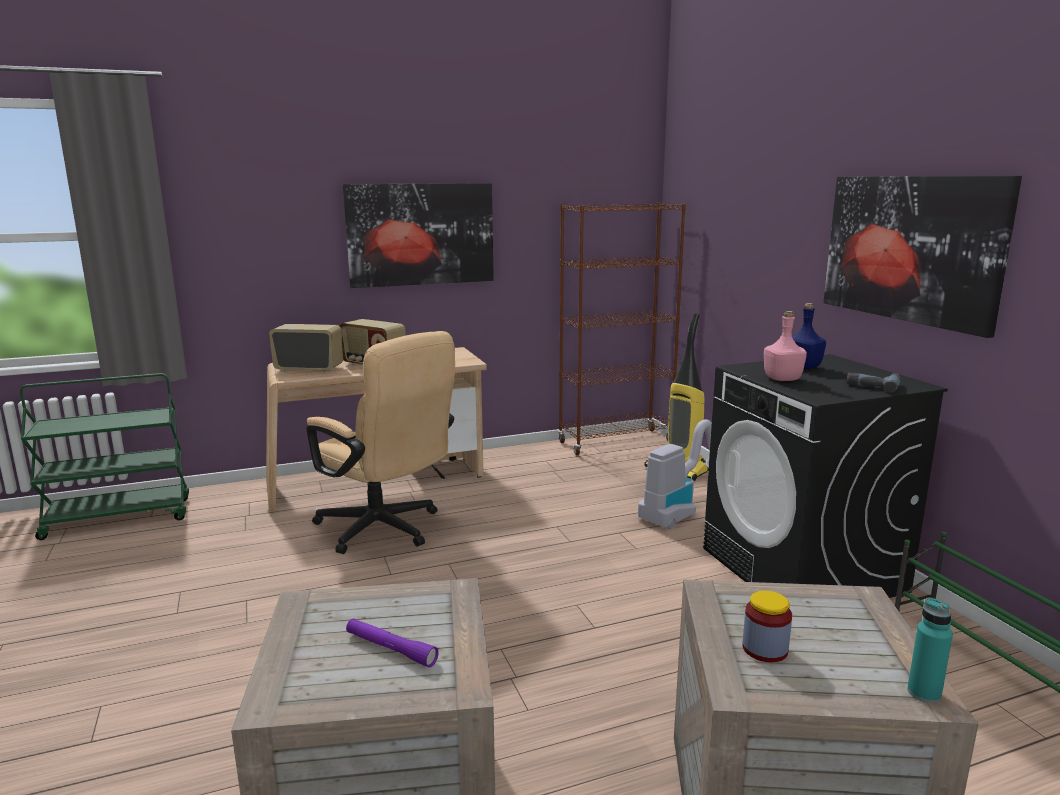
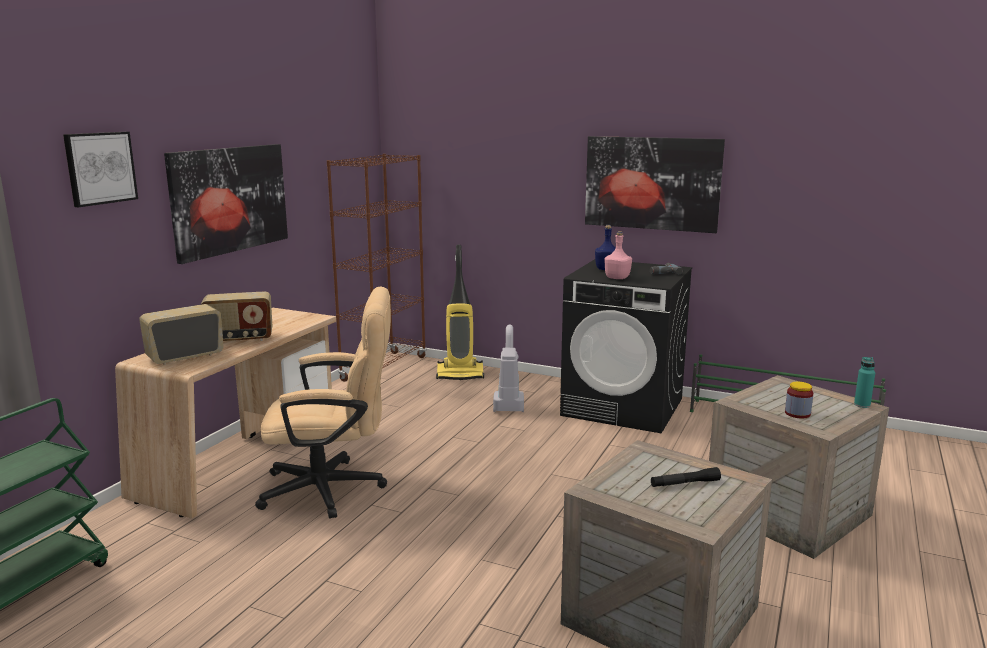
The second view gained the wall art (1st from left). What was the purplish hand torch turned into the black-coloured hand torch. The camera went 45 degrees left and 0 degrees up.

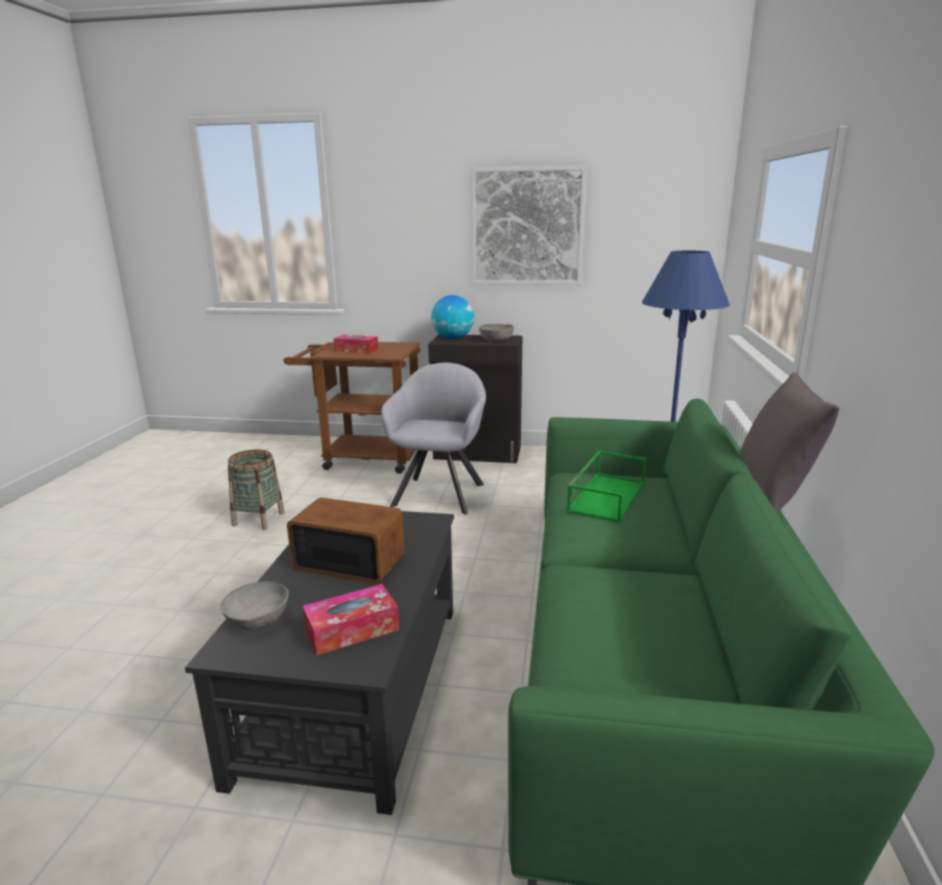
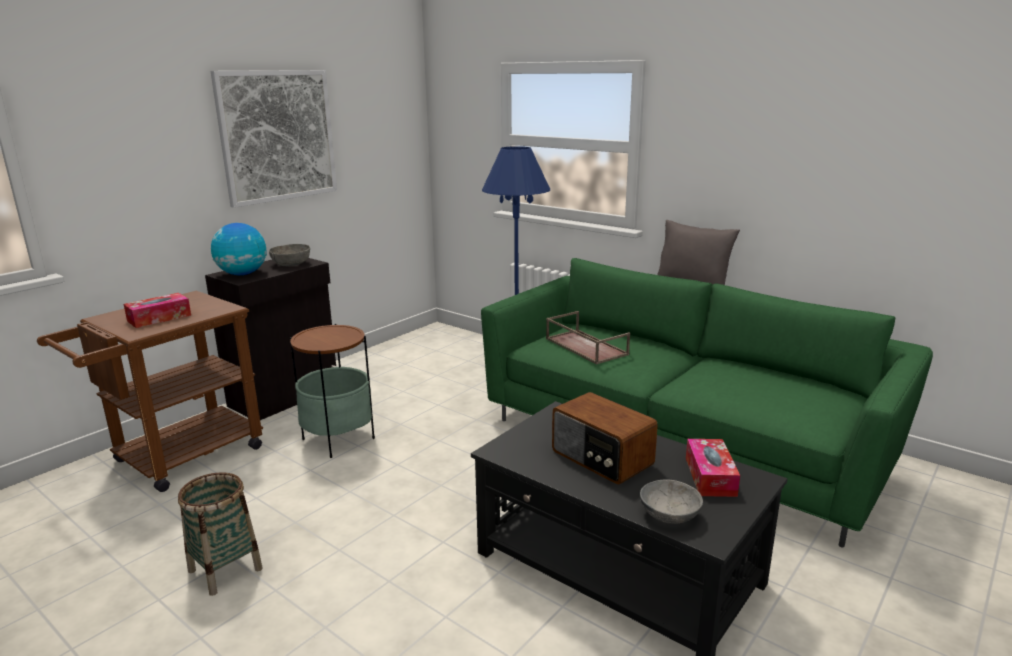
Where the grey lounge chair stood, the side table came to stand. What was the green-coloured serving tray turned into the brown-coloured serving tray. The radio receiver ended up facing another way, 90 degrees counterclockwise from before. The camera went 60 degrees left and 0 degrees up.

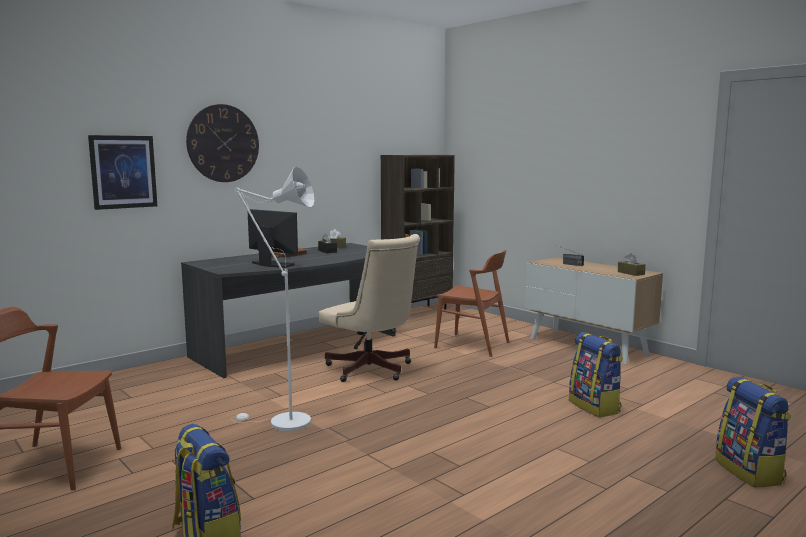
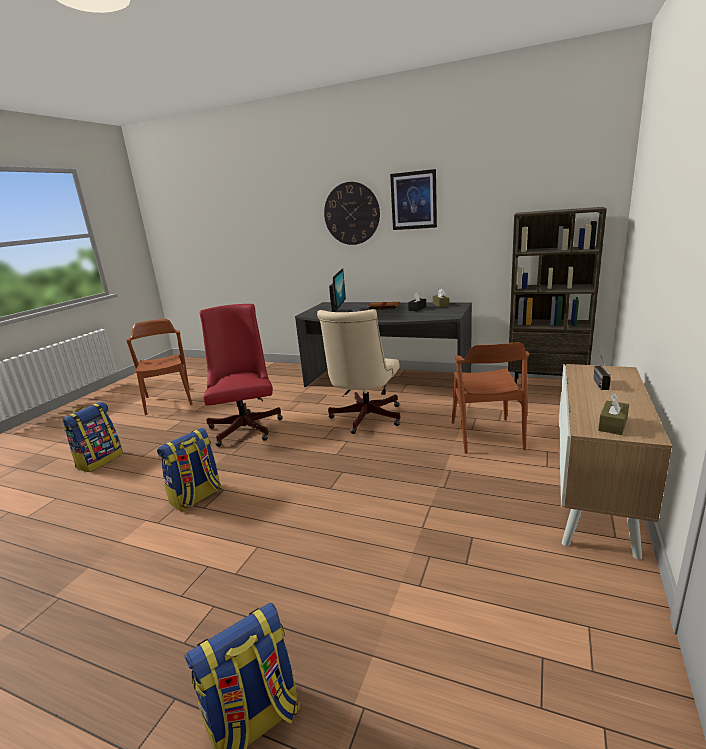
The backpack (2nd from left) ended up elsewhere. Where the white-coloured standard lamp stood, the reddish computer chair came to stand. The wall art ended up elsewhere. The camera went 65 degrees right and 10 degrees up.

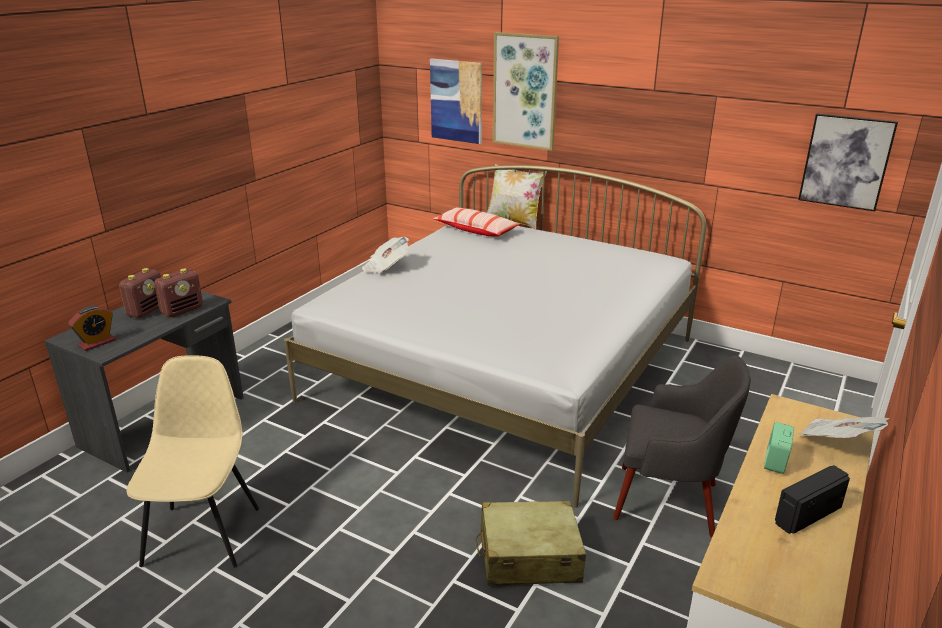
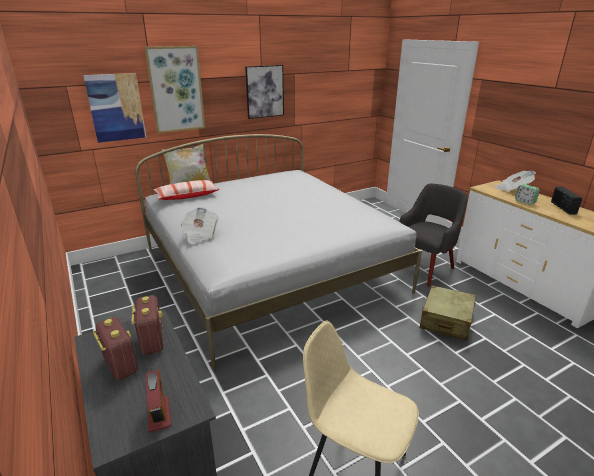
The wall art (3rd from left) ended up elsewhere. The camera went 60 degrees left and 0 degrees up.

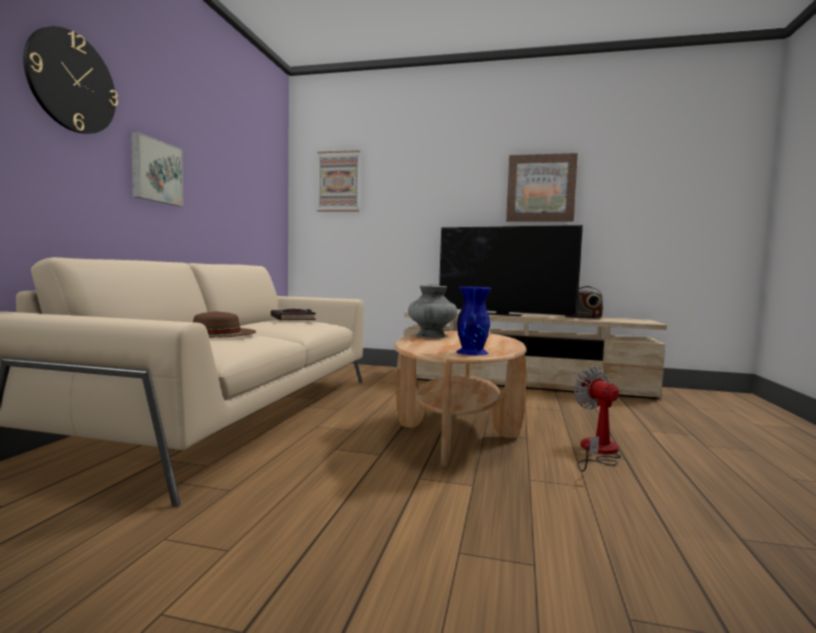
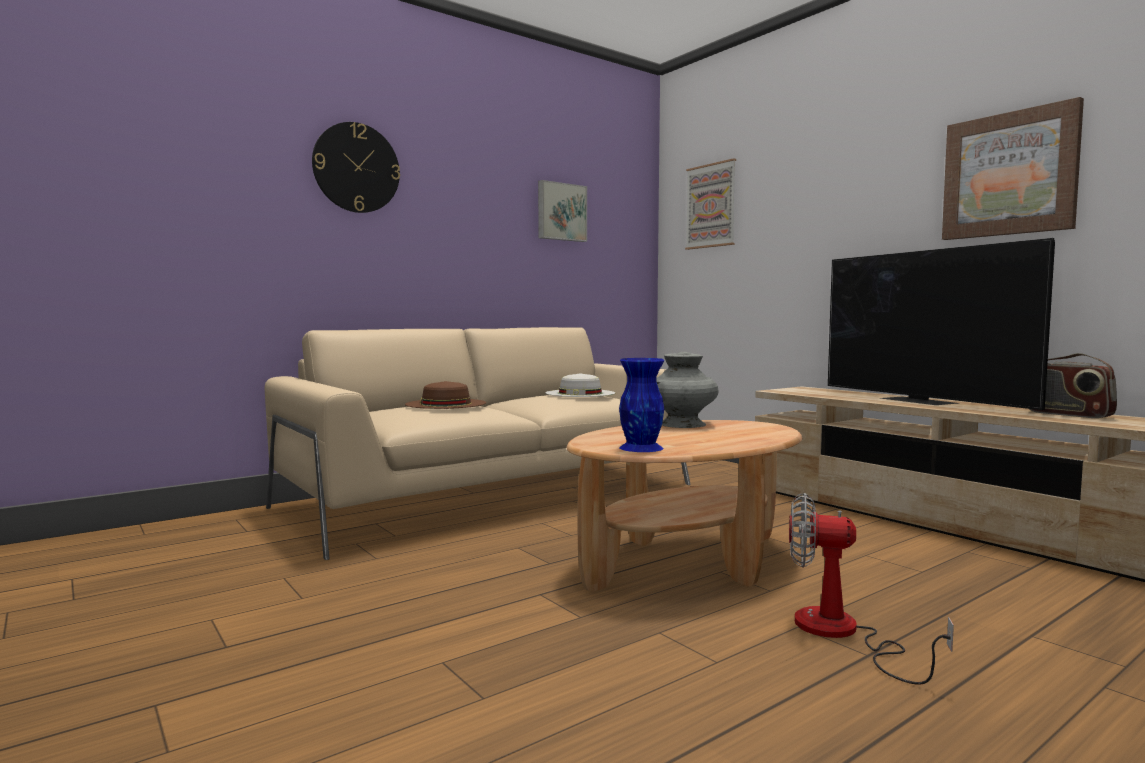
The wall art (1st from left) ended up elsewhere. Where the black-coloured volume stood, the white-coloured wearable hat came to stand. The electric fan ended up facing another way, 90 degrees counterclockwise from before. The camera went 40 degrees right and 0 degrees up.

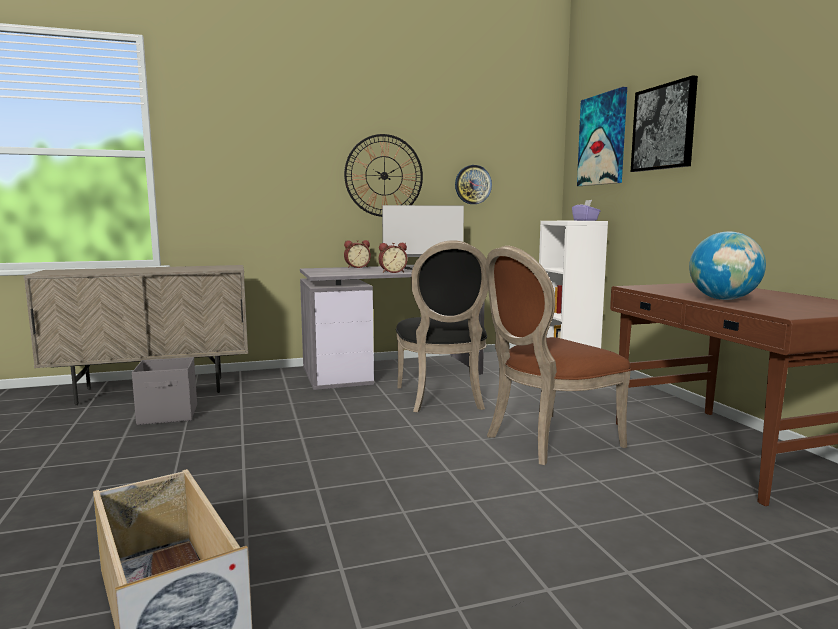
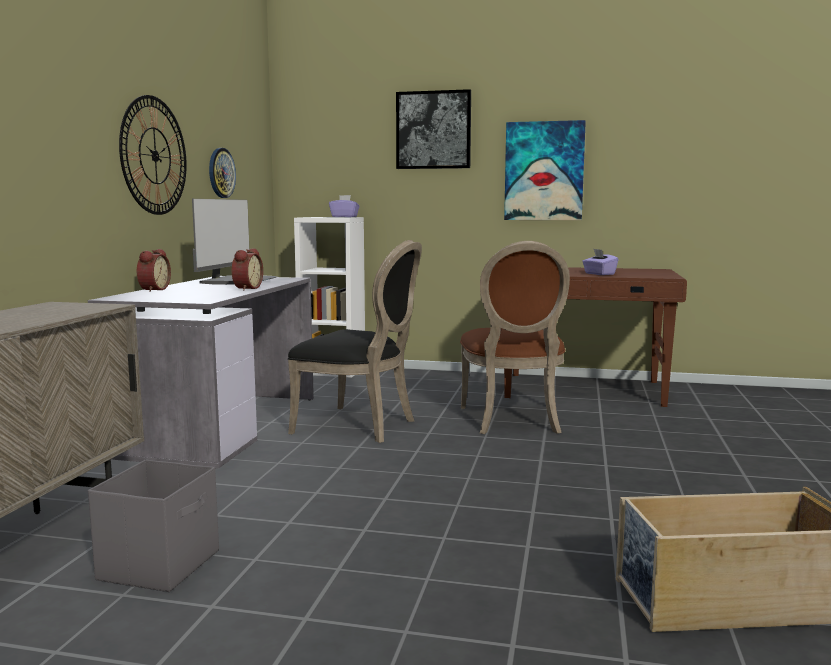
The wall art (1st from left in the first image) ended up elsewhere. Where the globe stood, the purplish tissue holder (2nd from left) came to stand. The camera went 60 degrees left and 0 degrees up.

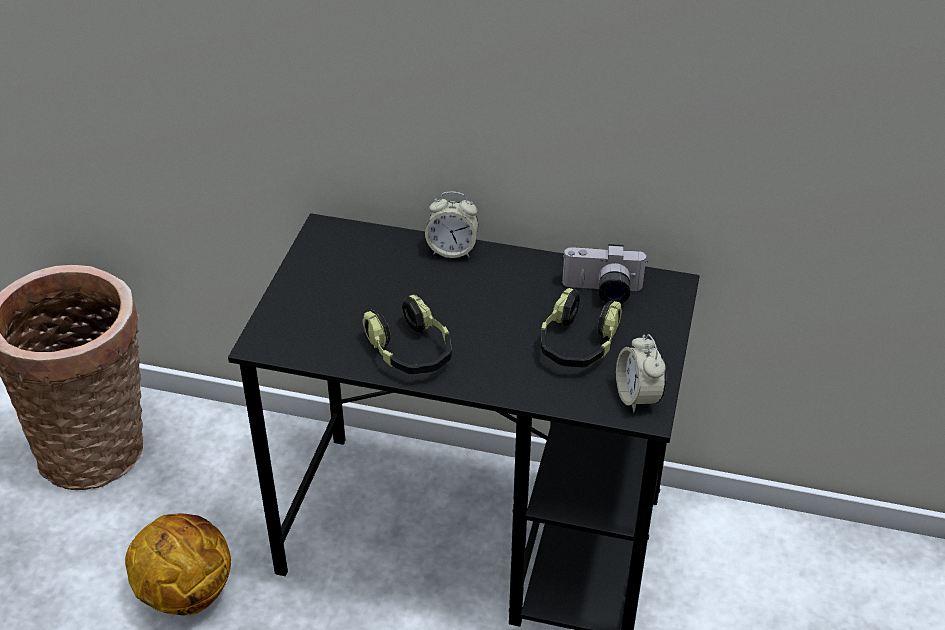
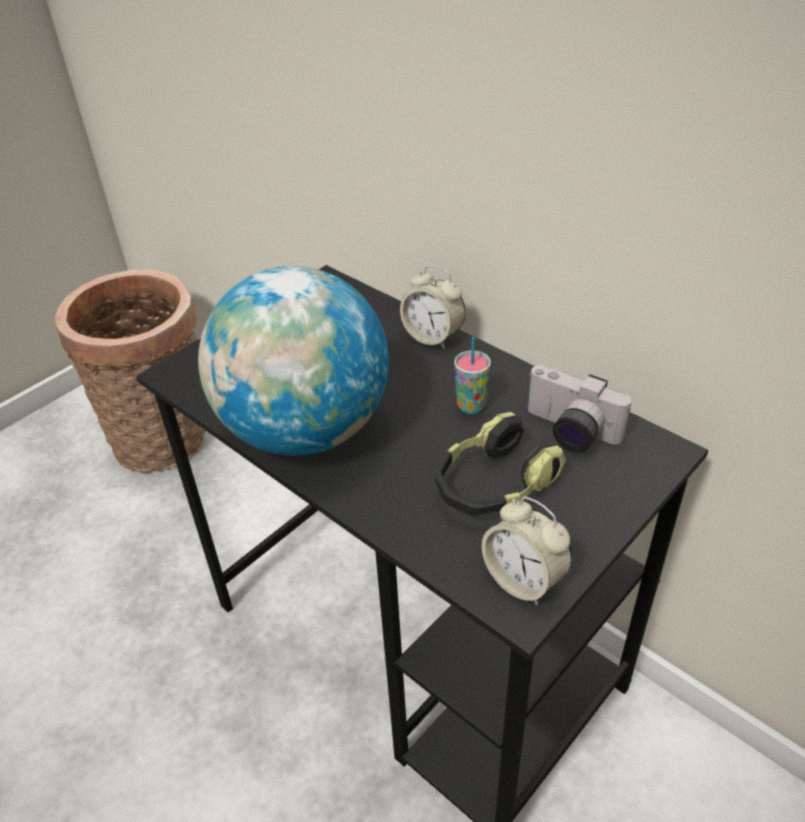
Where the headphones (1st from left) stood, the globe came to stand. The second view gained the cup. The alarm clock (2nd from left) ended up facing another way, 60 degrees counterclockwise from before. The second view lost the ball for basketball. The camera went 30 degrees right and 0 degrees up.

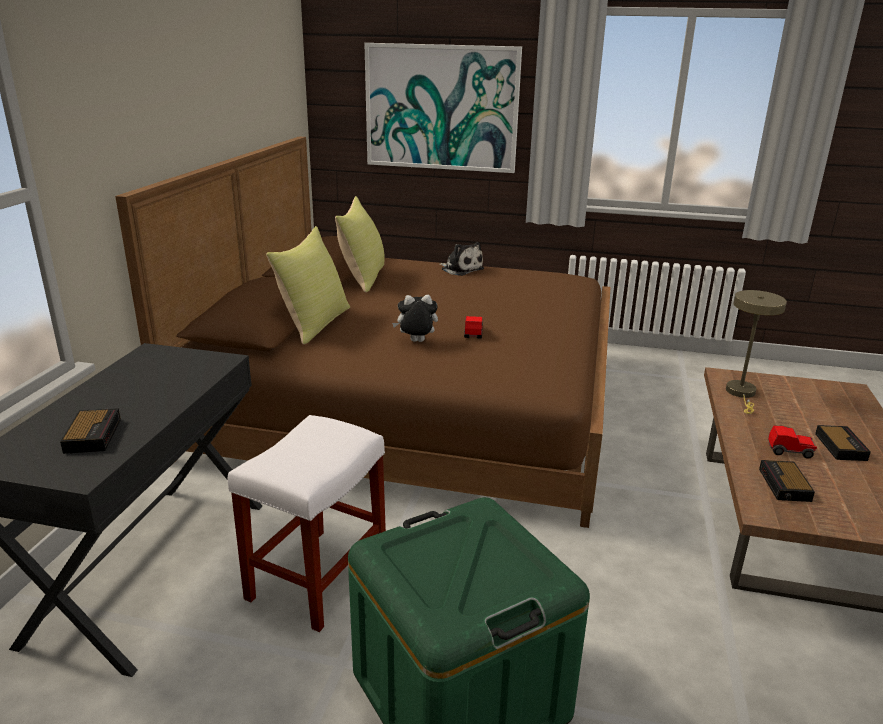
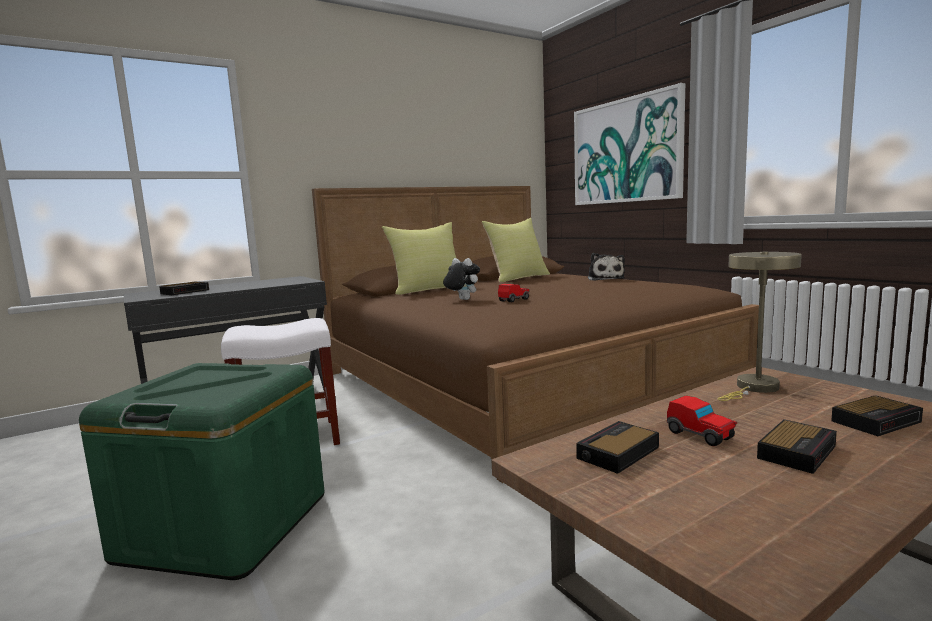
The second view gained the alarm clock (4th from left). The camera went 45 degrees right and 15 degrees down.

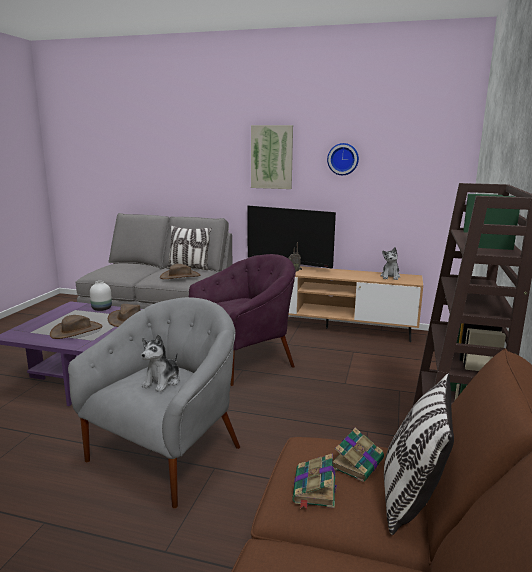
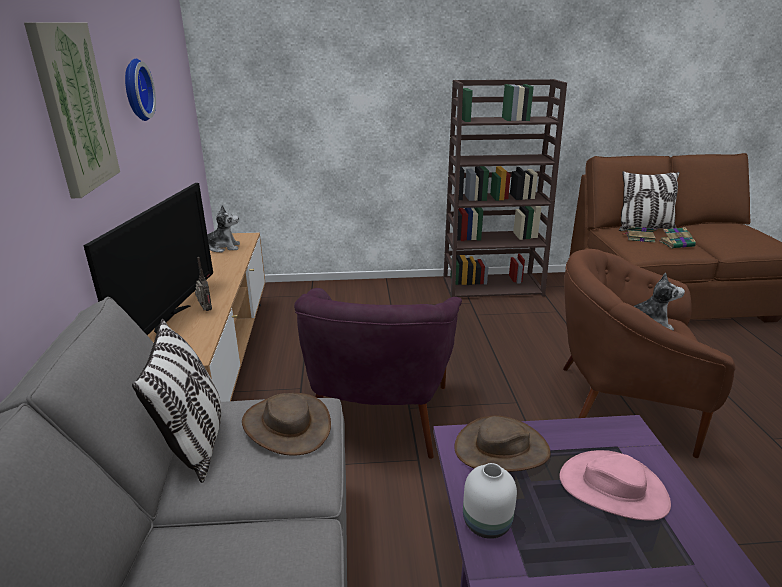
The purplish lounge chair ended up facing another way, 120 degrees counterclockwise from before. What was the brown-coloured wearable hat (1st from left) turned into the pinkish wearable hat. What was the grey lounge chair turned into the brown-coloured lounge chair. The camera went 110 degrees left and 10 degrees up.

